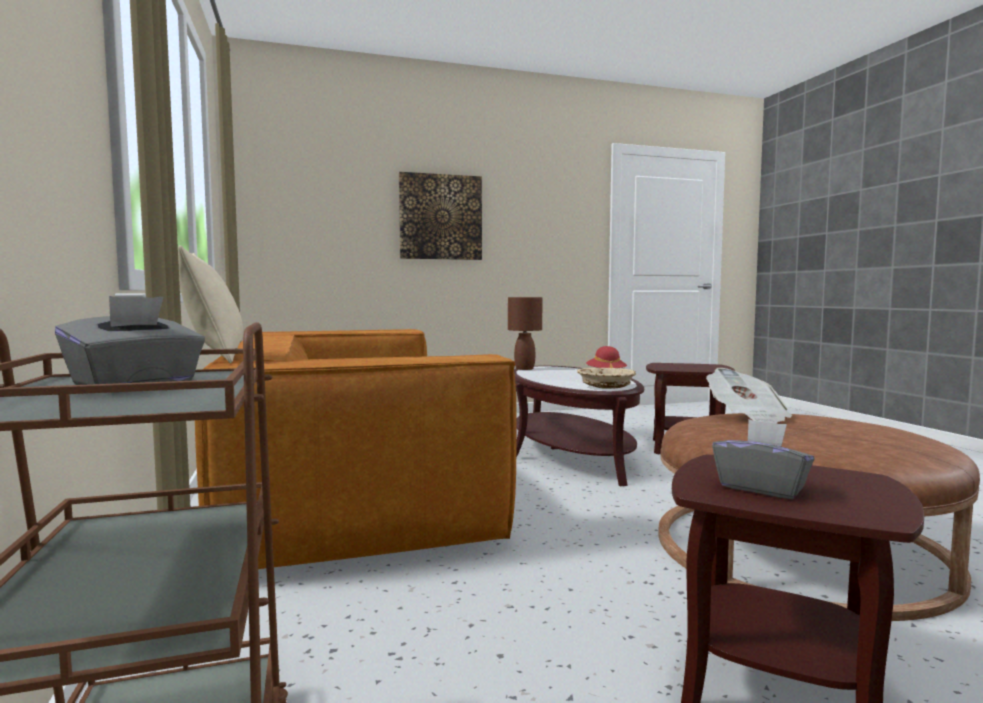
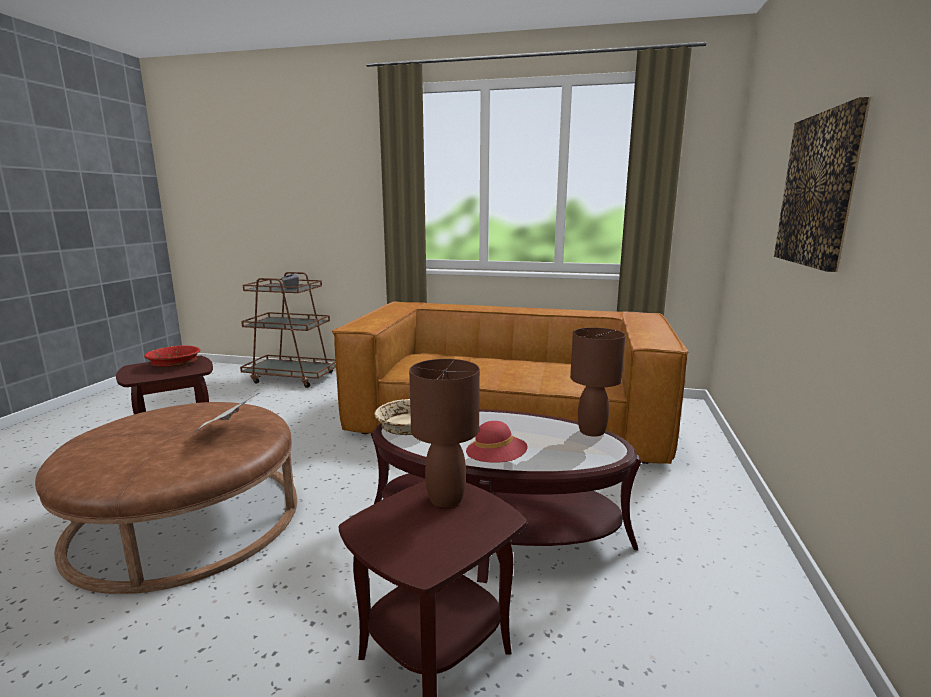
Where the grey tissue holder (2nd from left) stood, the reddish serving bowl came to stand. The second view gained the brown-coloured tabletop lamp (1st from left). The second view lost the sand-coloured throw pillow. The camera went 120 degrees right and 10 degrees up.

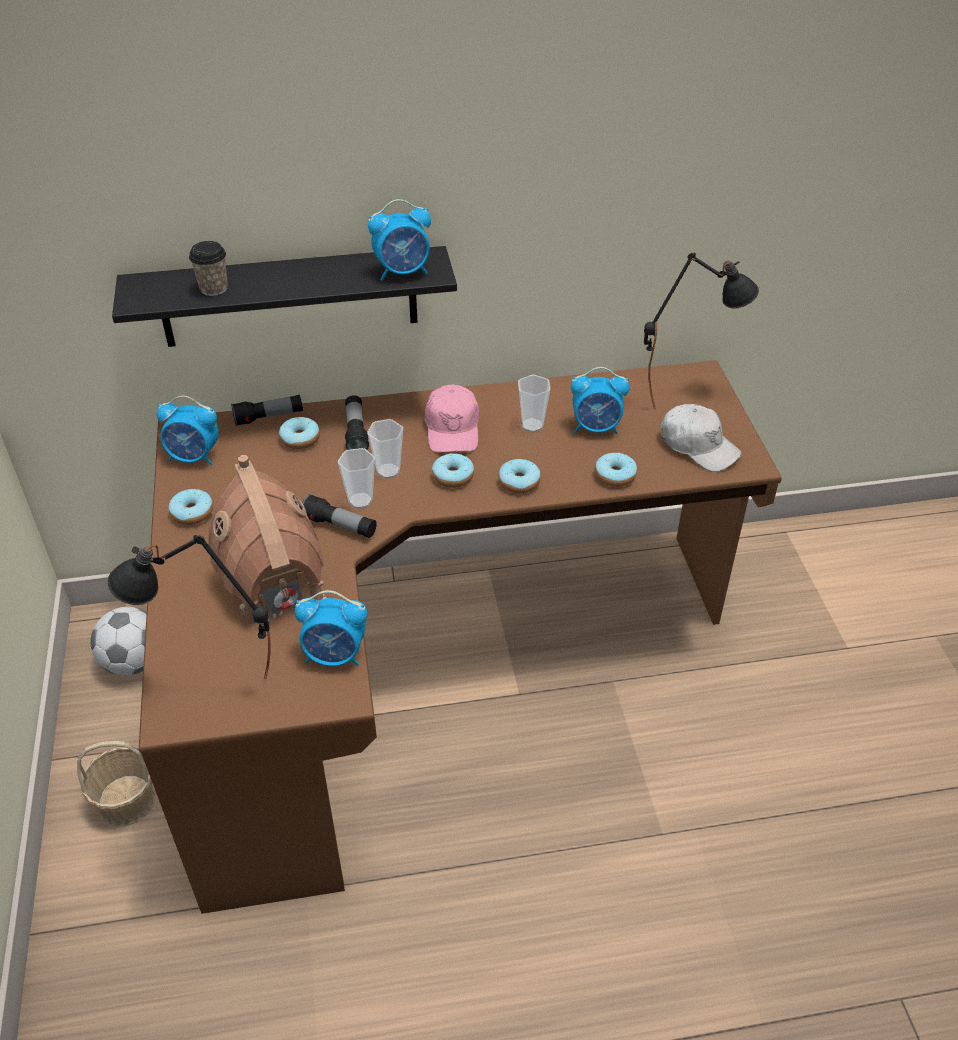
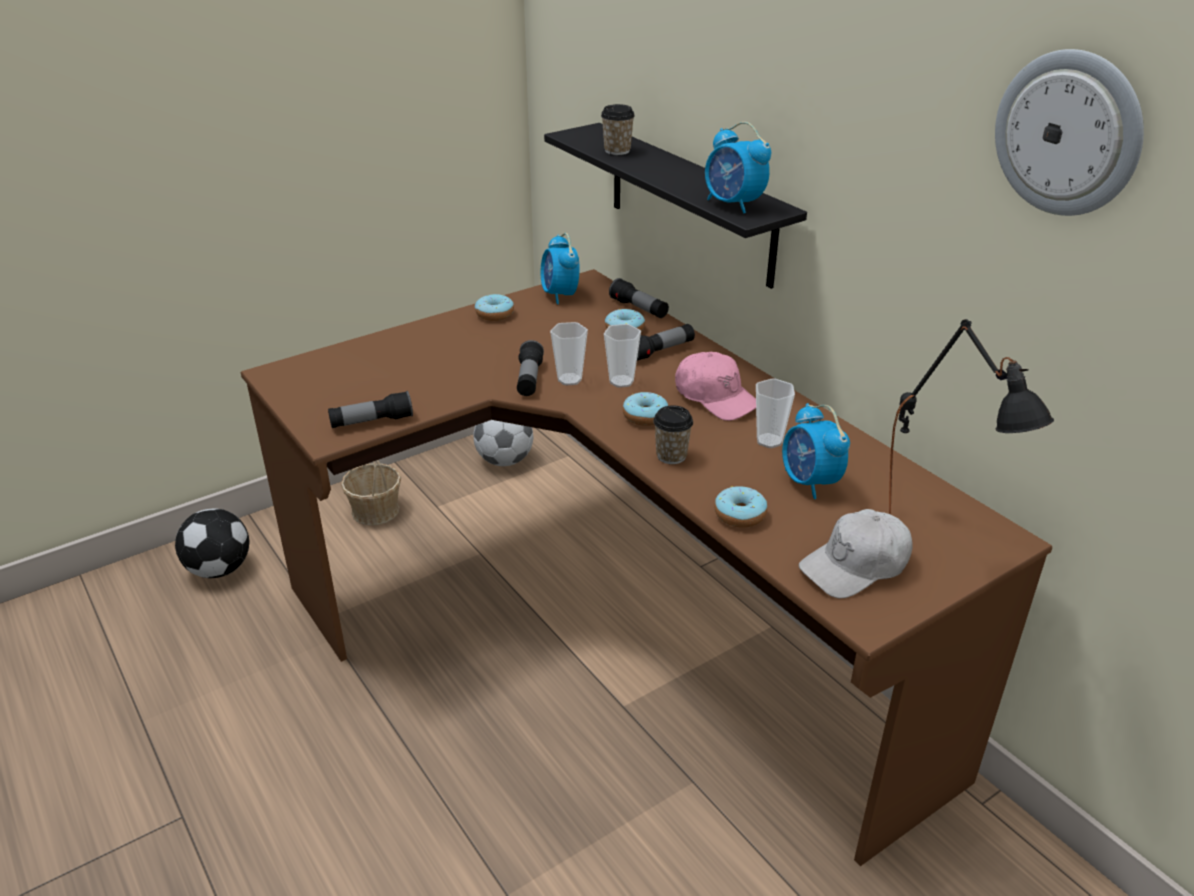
The second view gained the ball for football (1st from left). Where the alarm clock (2nd from left) stood, the hand torch (1st from left) came to stand. Where the donut (4th from left) stood, the cup (4th from left) came to stand. The pinkish peaked cap ended up facing another way, 105 degrees counterclockwise from before. The white-coloured peaked cap ended up facing another way, 45 degrees clockwise from before. The second view gained the clock on the wall. The second view lost the black-coloured tabletop lamp (1st from left). The second view lost the toy house. The camera went 65 degrees right and 10 degrees down.

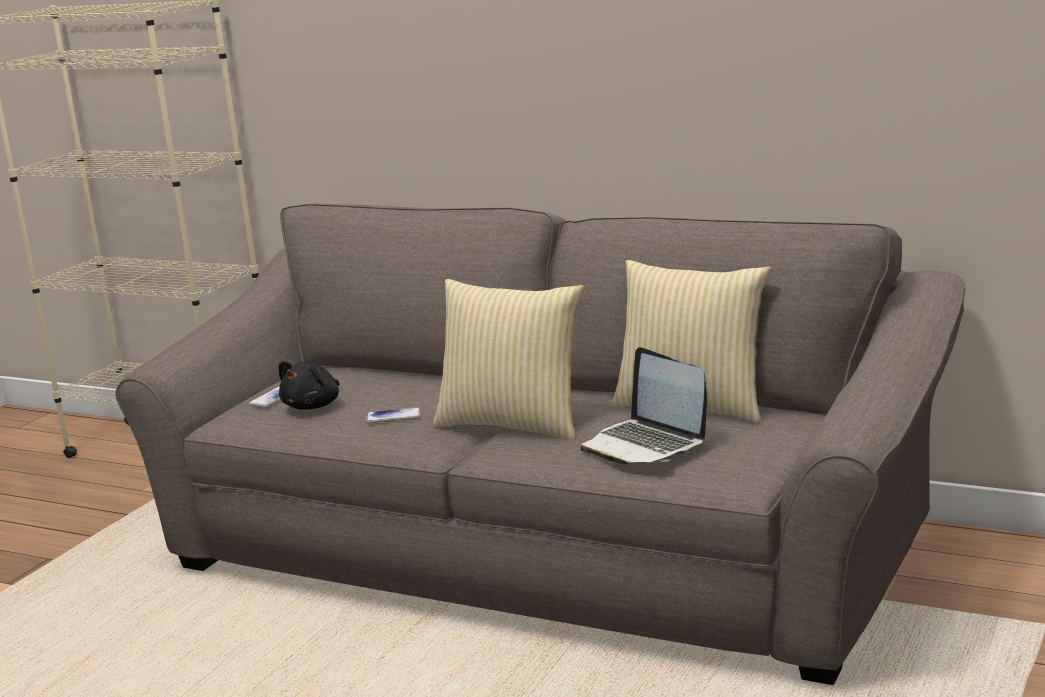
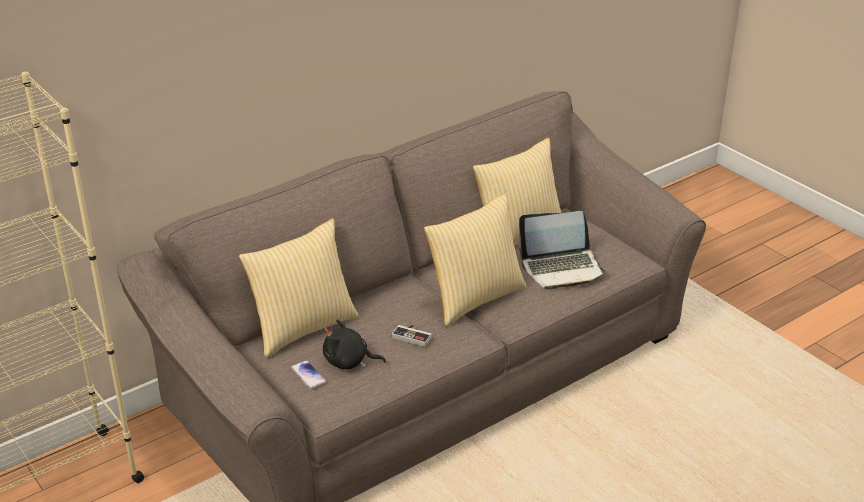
The second view gained the throw pillow (1st from left). The black-coloured cuddly toy ended up facing another way, 135 degrees clockwise from before. Where the handset (2nd from left) stood, the game controller came to stand. The camera went 65 degrees left and 15 degrees up.

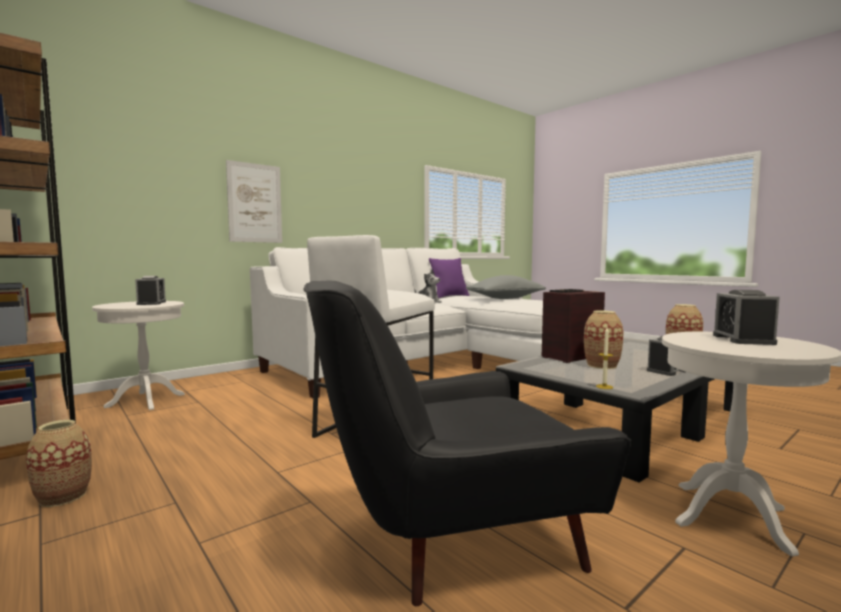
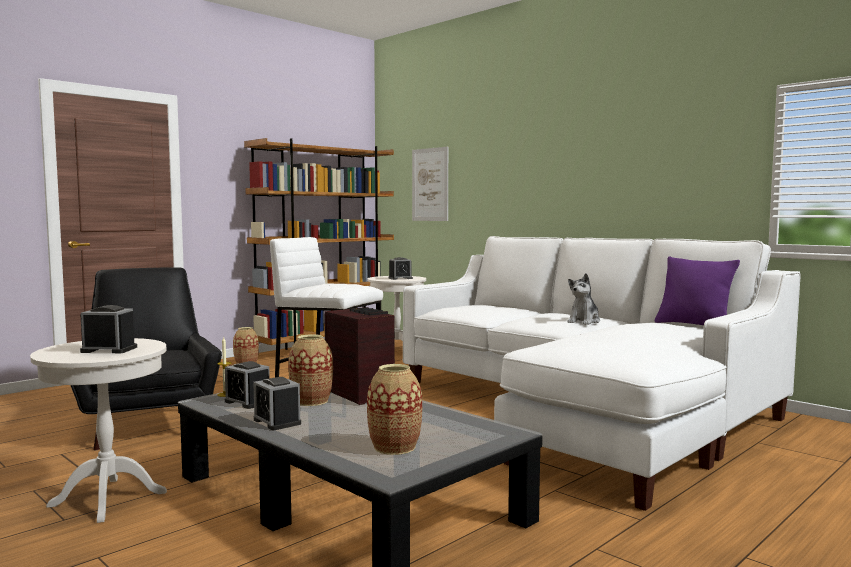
The second view gained the alarm clock (2nd from left). The wall art ended up elsewhere. The second view lost the grey throw pillow. The camera went 85 degrees right and 0 degrees up.

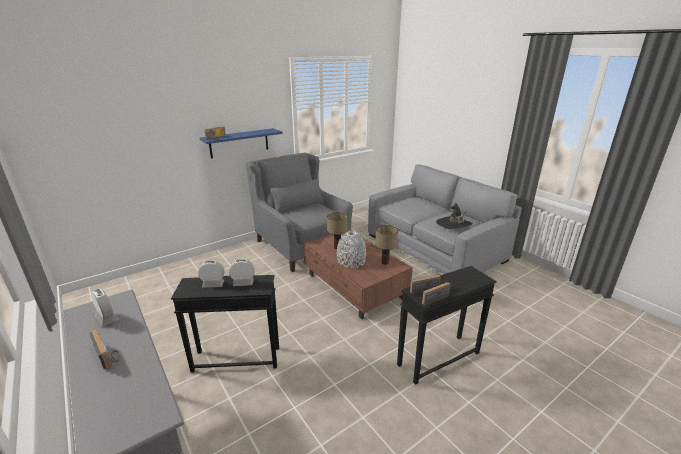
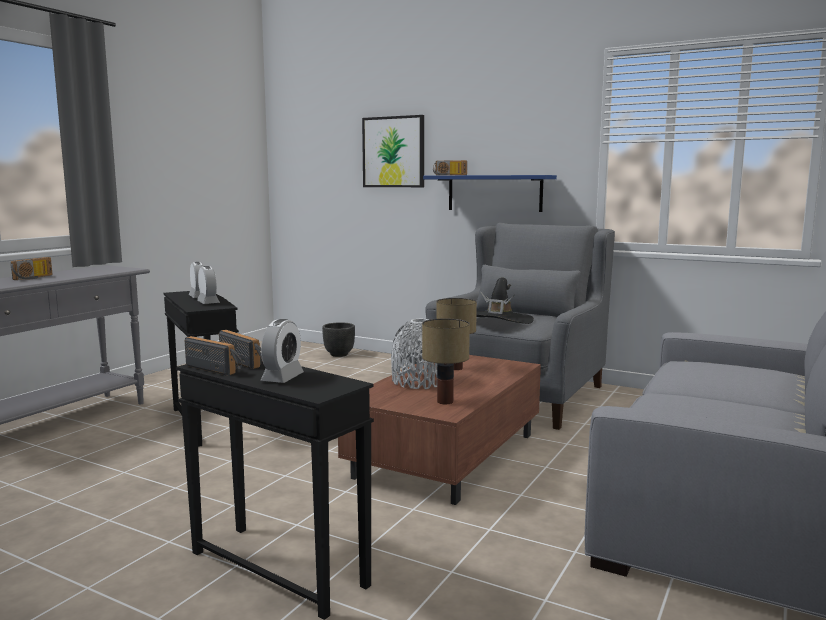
The alarm clock (1st from left in the first image) ended up elsewhere. The second view gained the black-coloured flower pot. The second view gained the wall art. The black-coloured wearable hat ended up elsewhere. The camera went 65 degrees right and 15 degrees down.

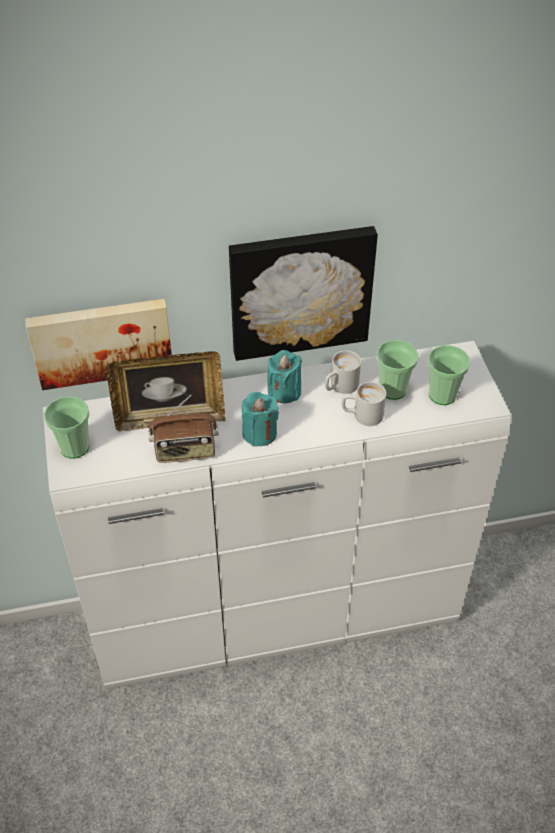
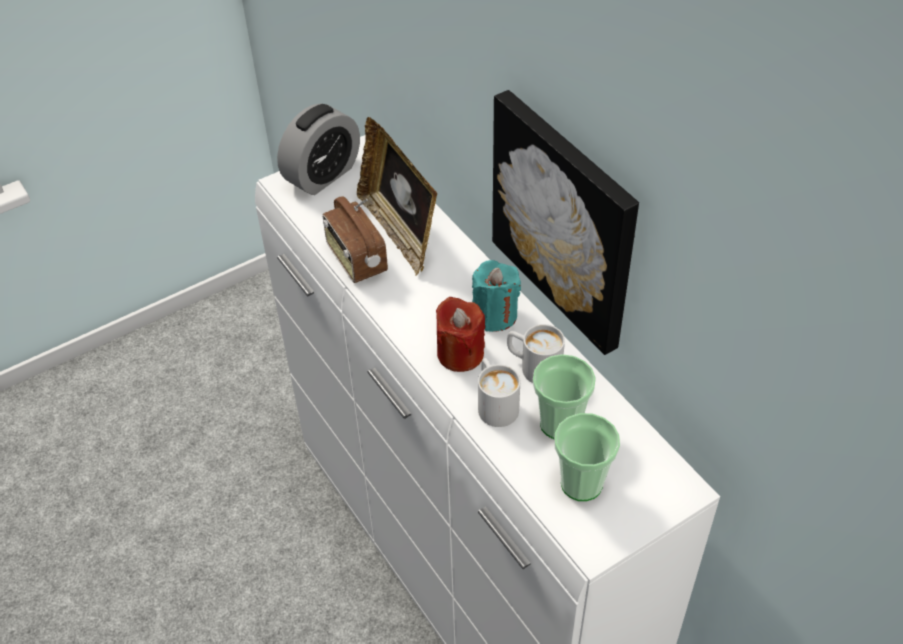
Where the cup (1st from left) stood, the alarm clock came to stand. The second view gained the reddish wax candle. The second view lost the wall art (1st from left). The second view lost the blue-green wax candle (1st from left). The camera went 70 degrees right and 0 degrees up.

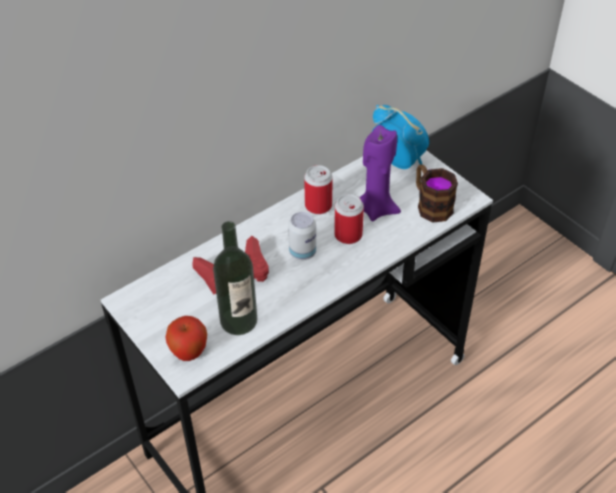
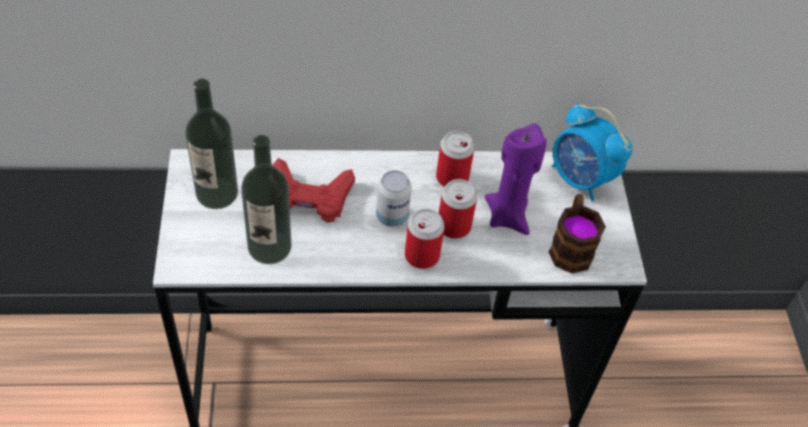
The second view gained the bottle (1st from left). The second view gained the metal can (2nd from left). The alarm clock ended up facing another way, 150 degrees clockwise from before. The second view lost the apple fruit. The camera went 30 degrees right and 5 degrees up.

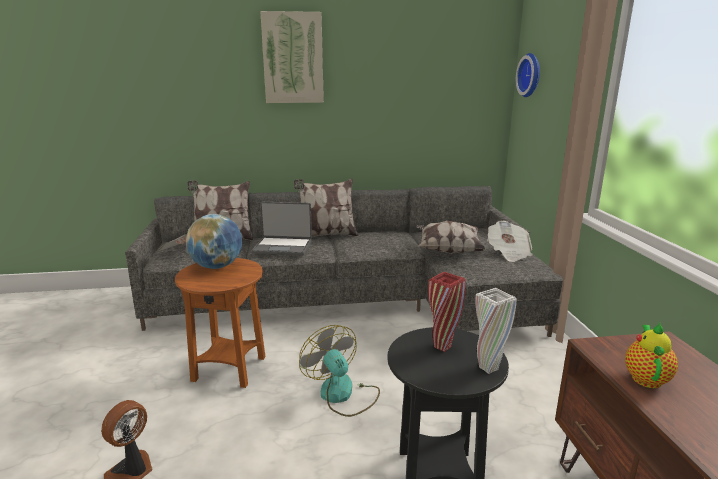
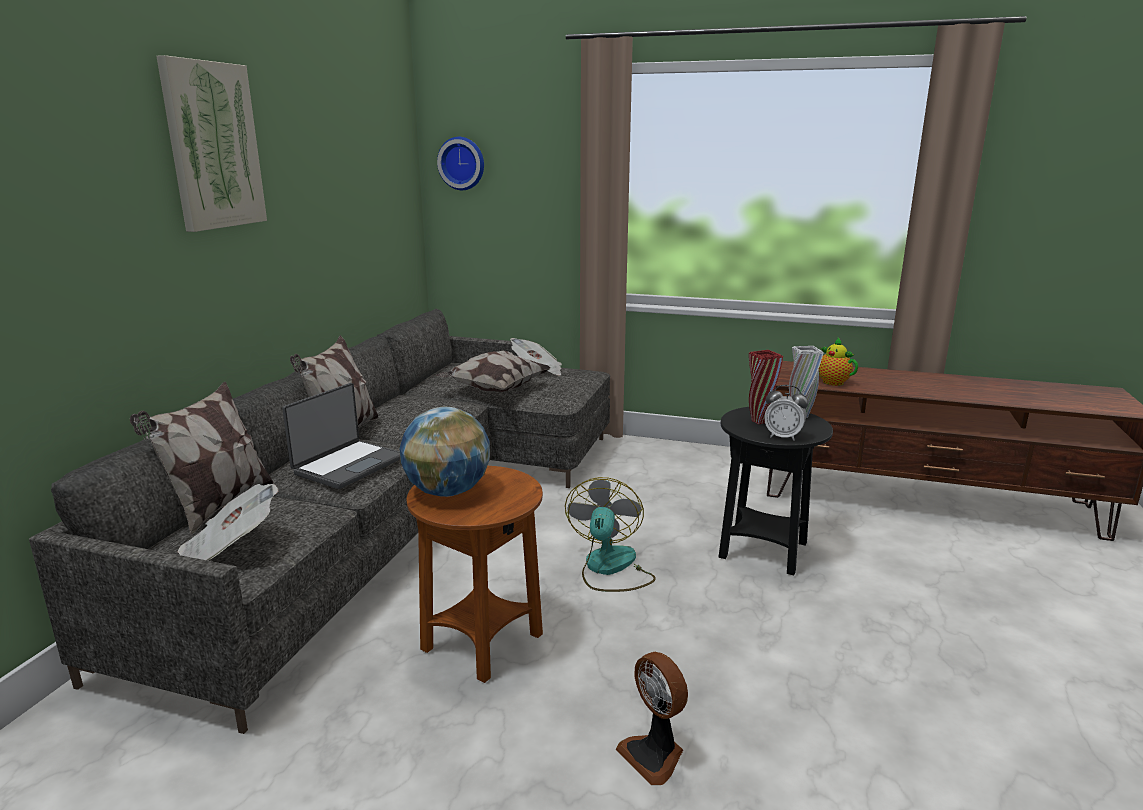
The electric fan (2nd from left in the first image) ended up facing another way, 105 degrees clockwise from before. The second view gained the alarm clock. The camera went 65 degrees left and 0 degrees up.

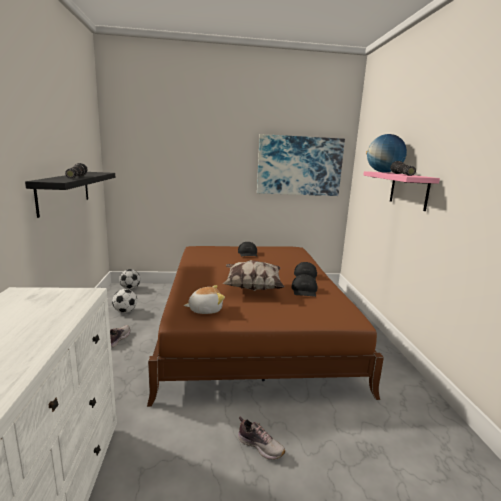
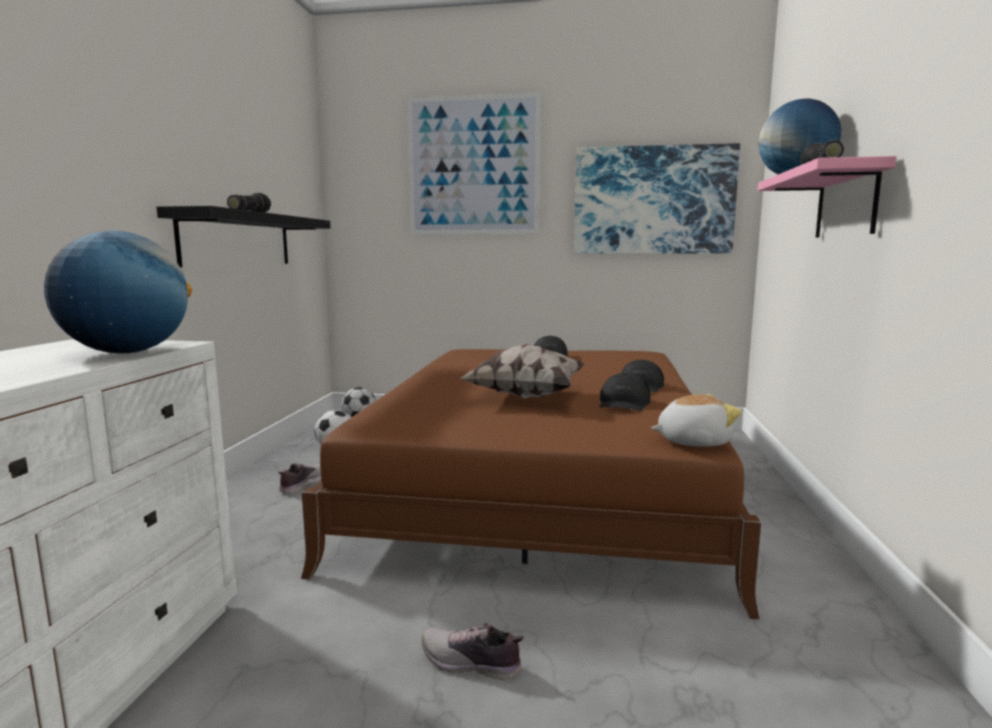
The second view gained the globe (1st from left). The second view gained the wall art (1st from left). The low shoe (2nd from left) ended up facing another way, 150 degrees clockwise from before. The cuddly toy ended up elsewhere. The camera went 15 degrees right and 5 degrees down.

